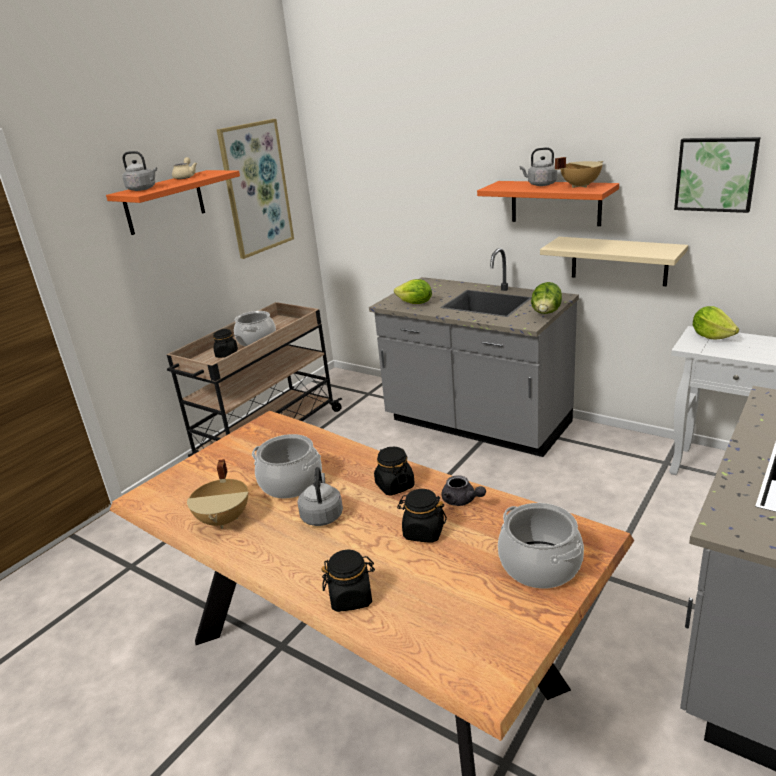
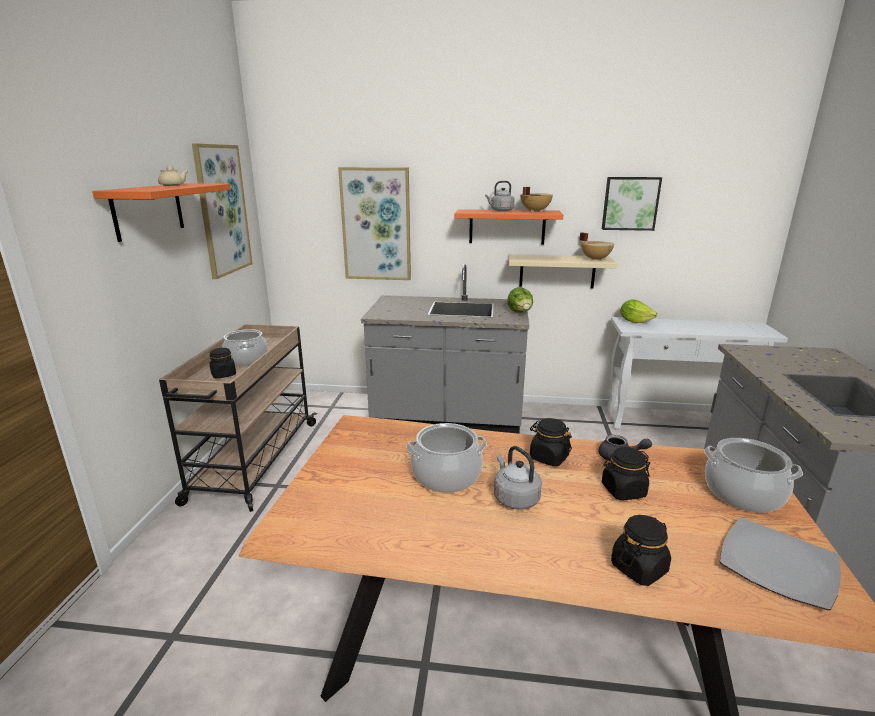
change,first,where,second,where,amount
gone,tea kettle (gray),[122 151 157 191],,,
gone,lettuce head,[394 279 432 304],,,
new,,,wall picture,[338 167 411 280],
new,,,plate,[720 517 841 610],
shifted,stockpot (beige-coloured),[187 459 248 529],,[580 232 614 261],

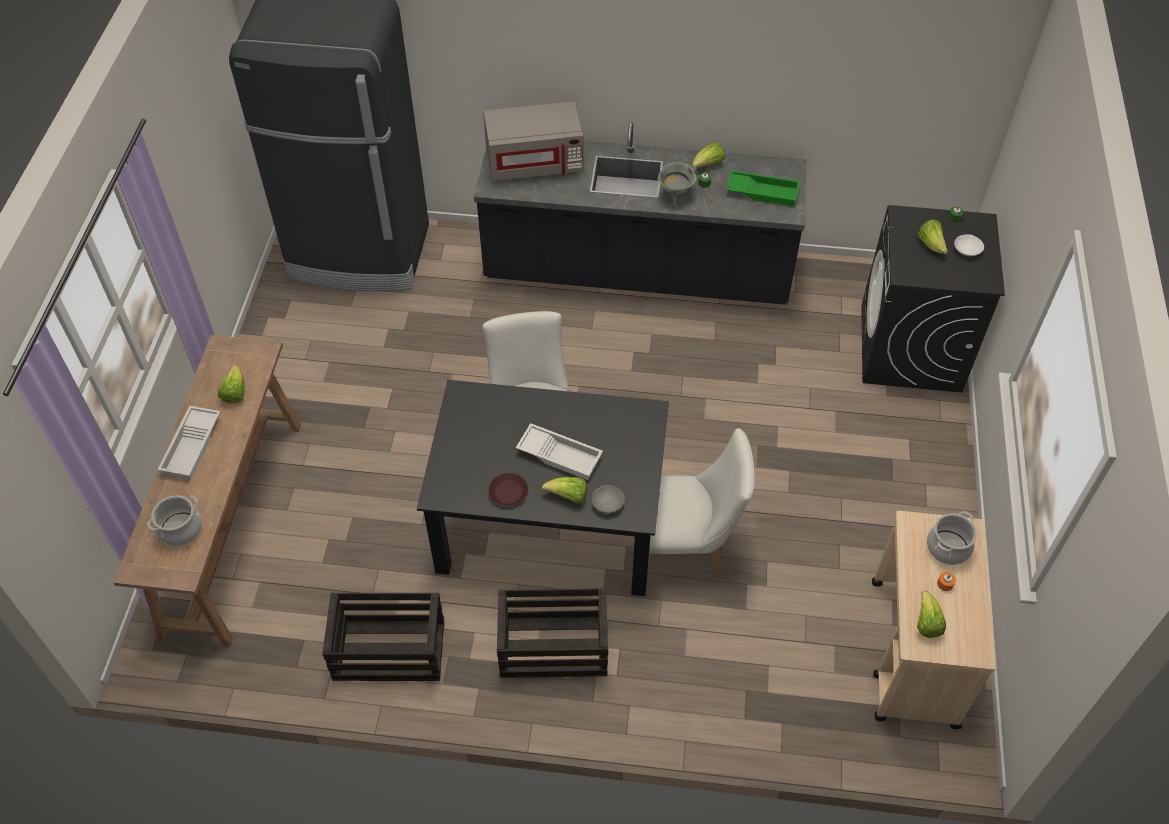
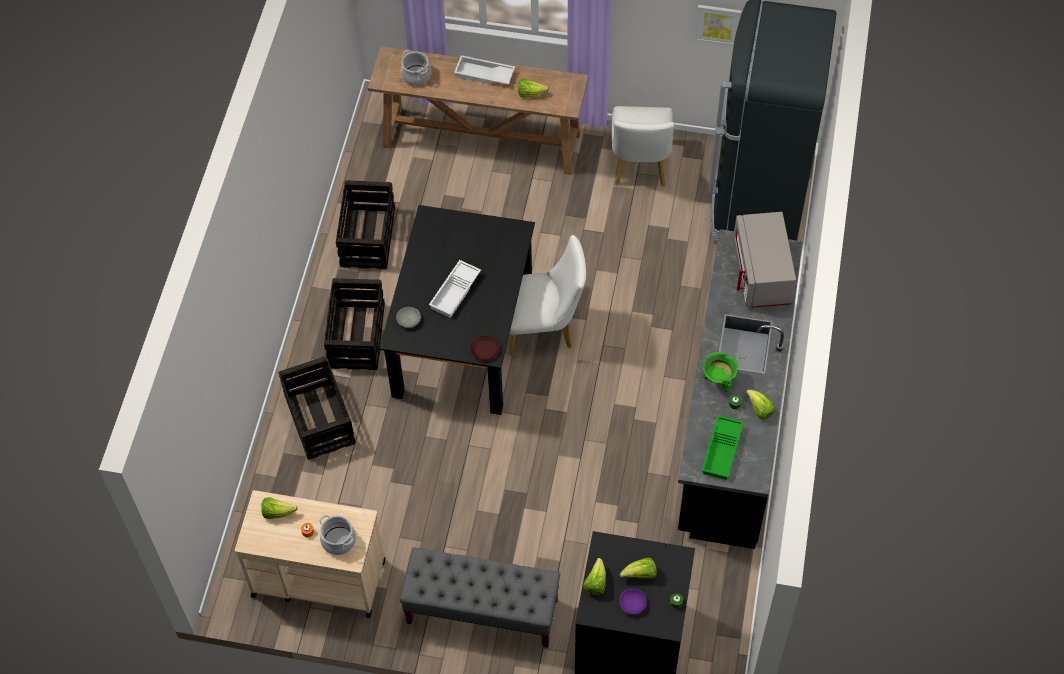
change,first,where,second,where,amount
new,,,packing crate,[278 356 356 460],
new,,,indoor bench (gray),[400 547 560 648],
new,,,wall picture,[695 5 742 46],
shifted,plate (brown),[489 473 528 506],,[470 335 500 361],
shifted,lettuce head,[542 477 587 503],,[583 558 606 595],
shifted,plain chair (whitish),[648 428 755 577],,[612 106 675 187],
repainted,stockpot (gray),[658 162 698 207],stockpot (green-coloured),[702 352 738 392],
repainted,deep dish (whitish),[954 234 984 256],deep dish (purplish),[619 589 647 615],

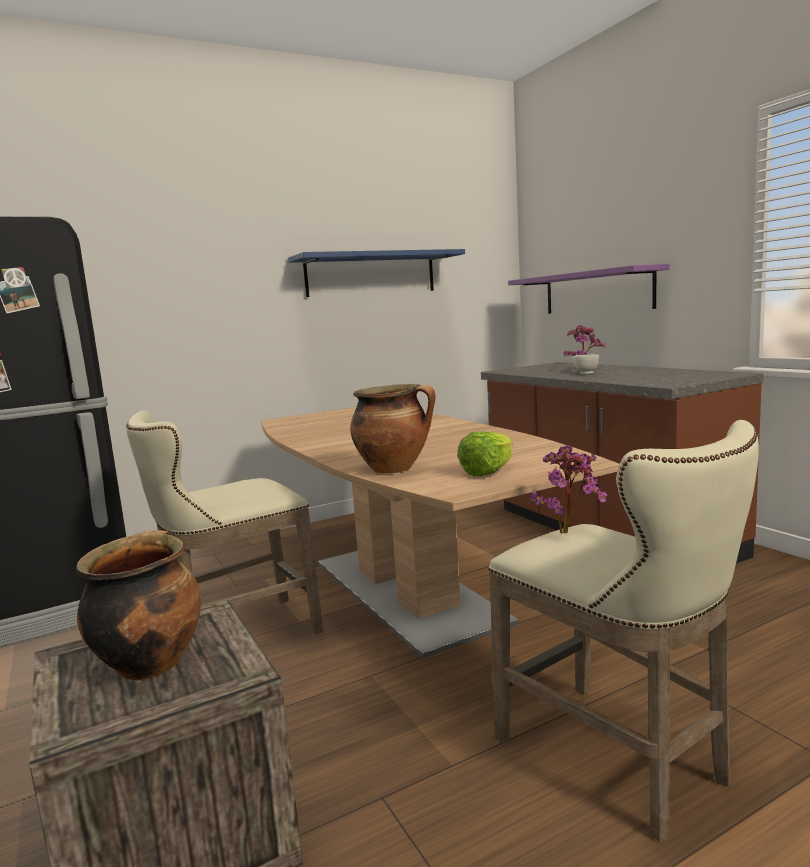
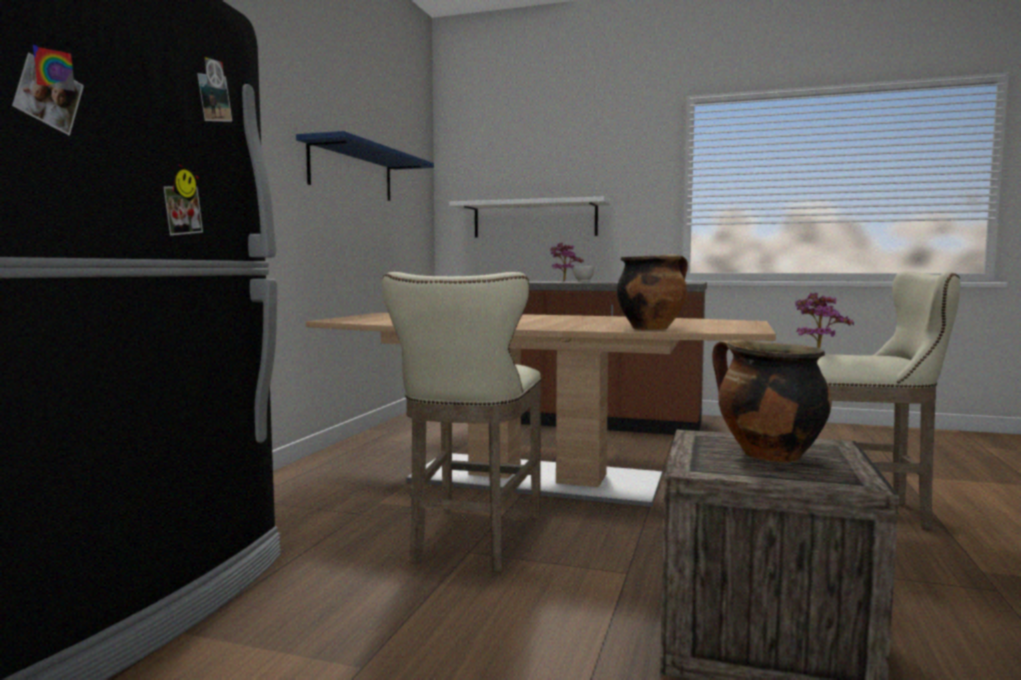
change,first,where,second,where,amount
gone,lettuce head,[457 432 513 477],,,
repainted,shelf (purplish),[508 264 670 314],shelf (whitish),[449 197 611 238],

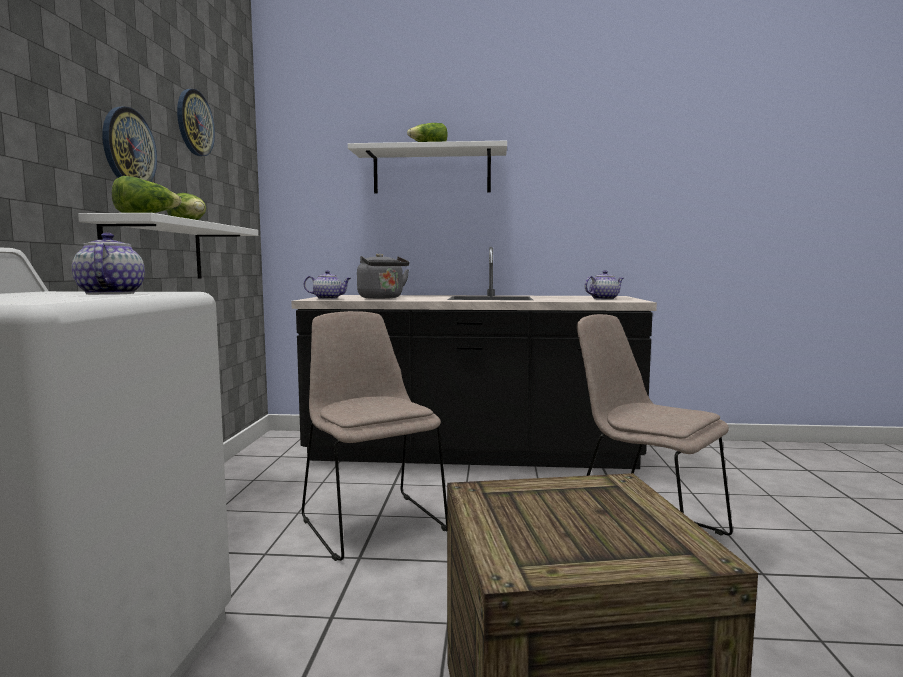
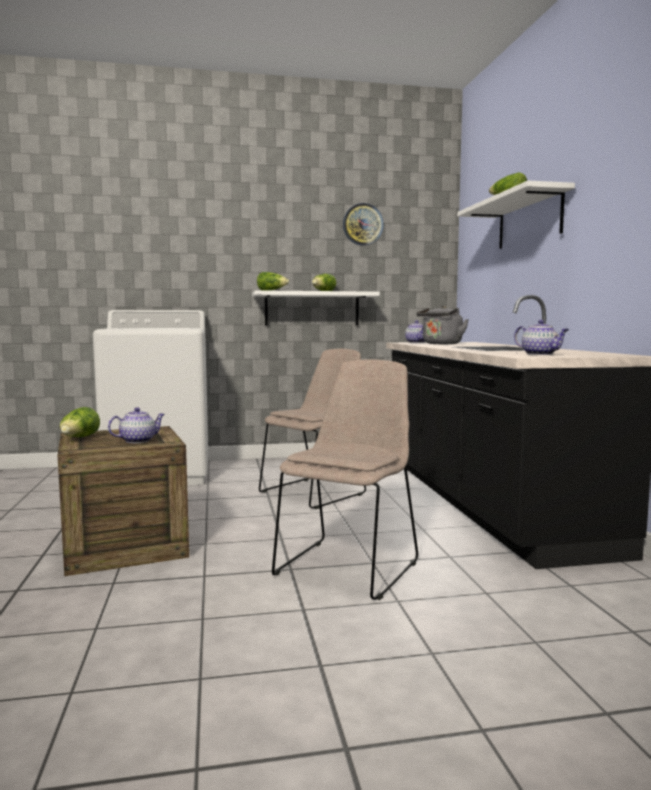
change,first,where,second,where,amount
gone,wall clock,[102 107 157 182],,,
new,,,lettuce head,[60 407 100 437],
shifted,tea pot,[72 233 145 295],,[108 407 165 443],

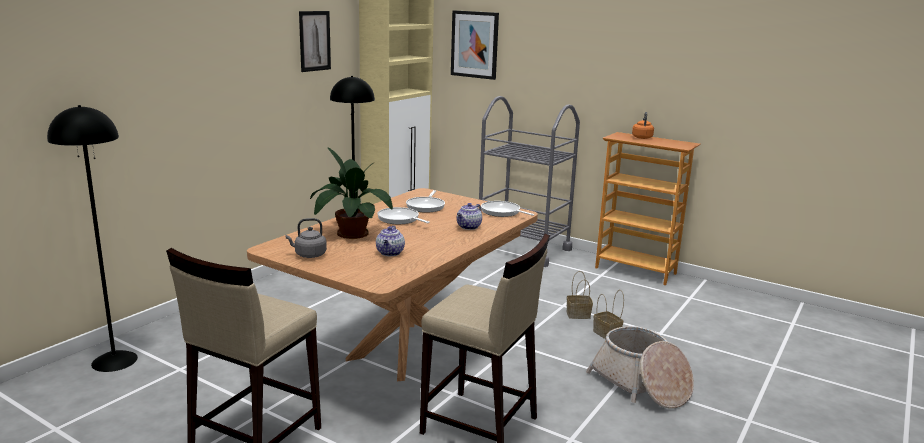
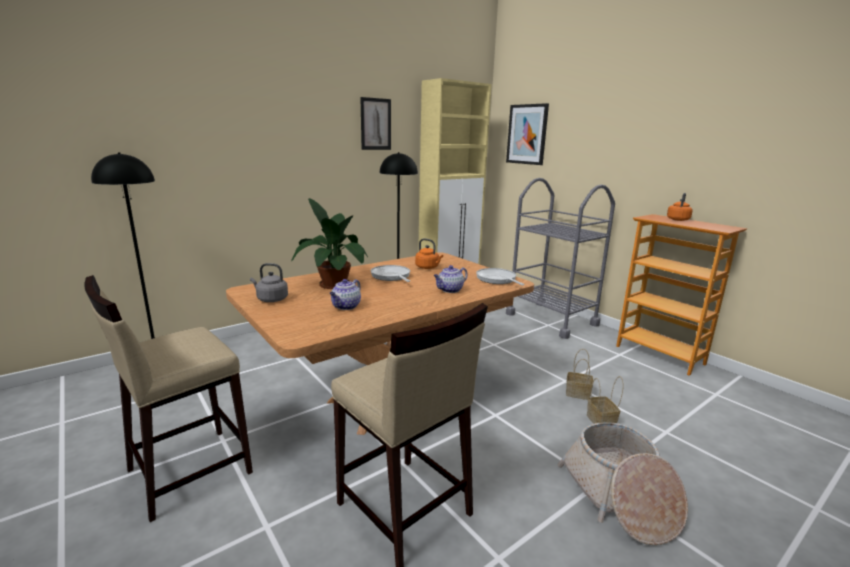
change,first,where,second,where,amount
swapped,frying pan,[406 190 445 213],tea kettle (orange),[415 238 443 269],

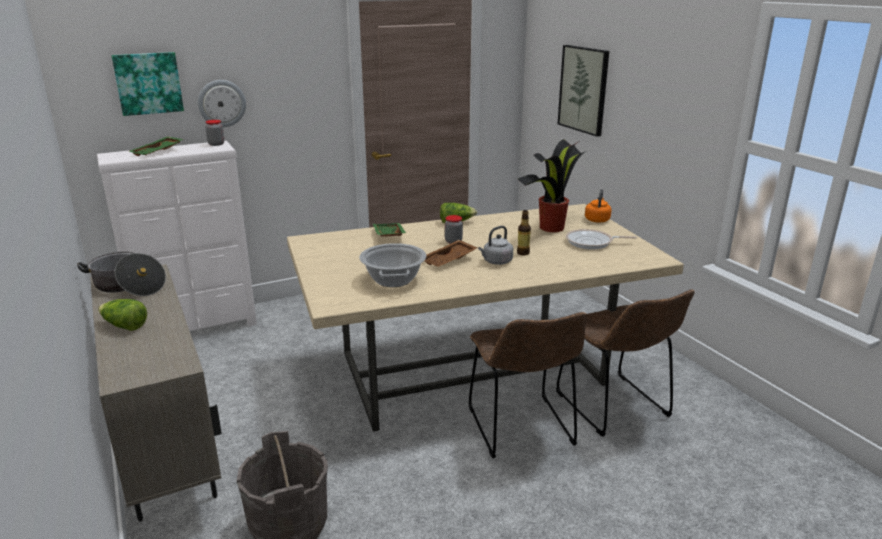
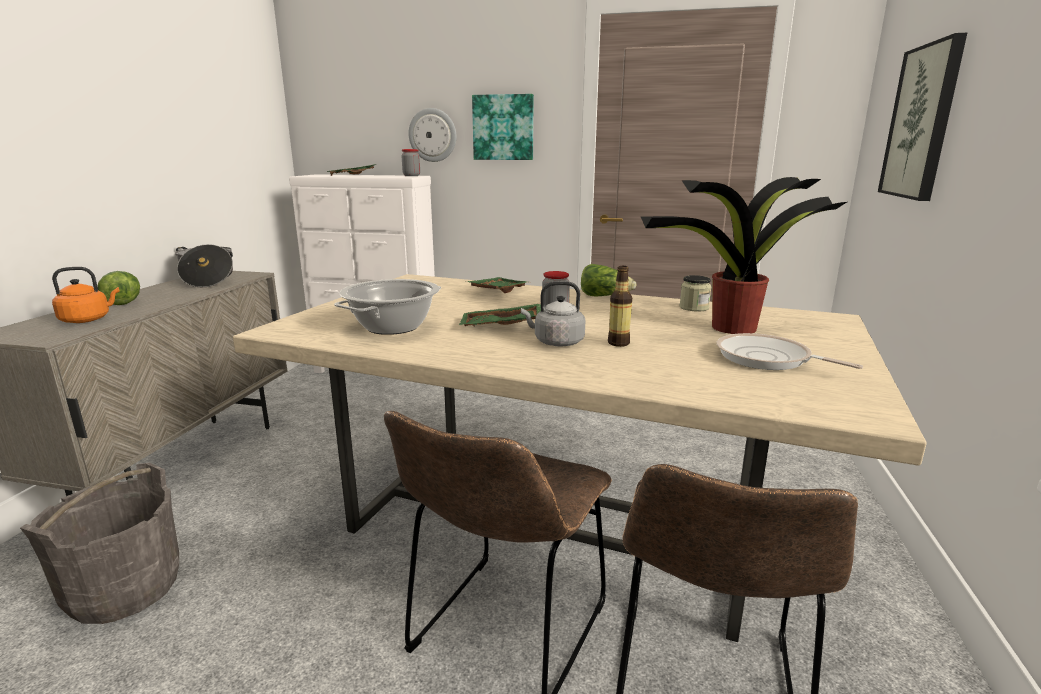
change,first,where,second,where,amount
new,,,preserve jar,[680 275 711 312],
shifted,wall picture,[112 52 184 116],,[472 94 534 160],
shifted,tea kettle (orange),[585 189 612 222],,[52 267 120 323],
repainted,tray (brown),[424 240 477 267],tray (green-coloured),[459 303 541 327],

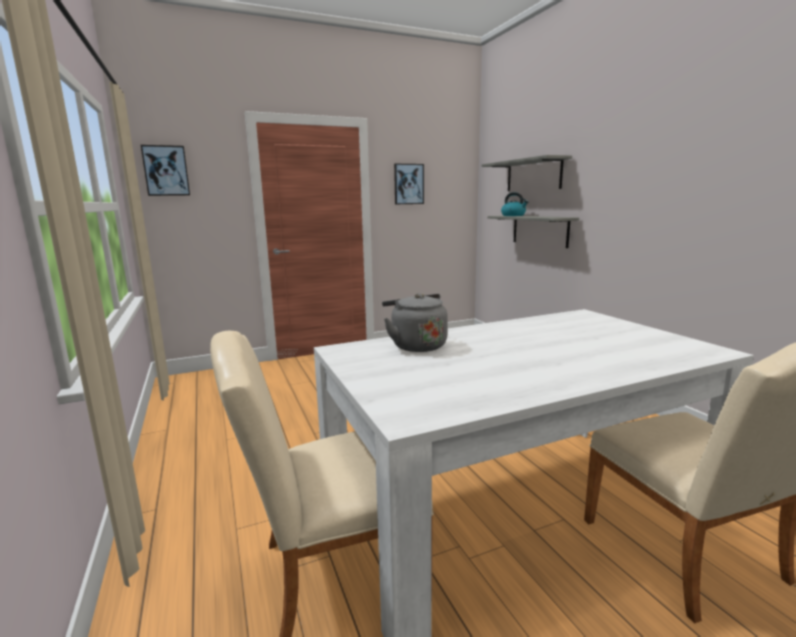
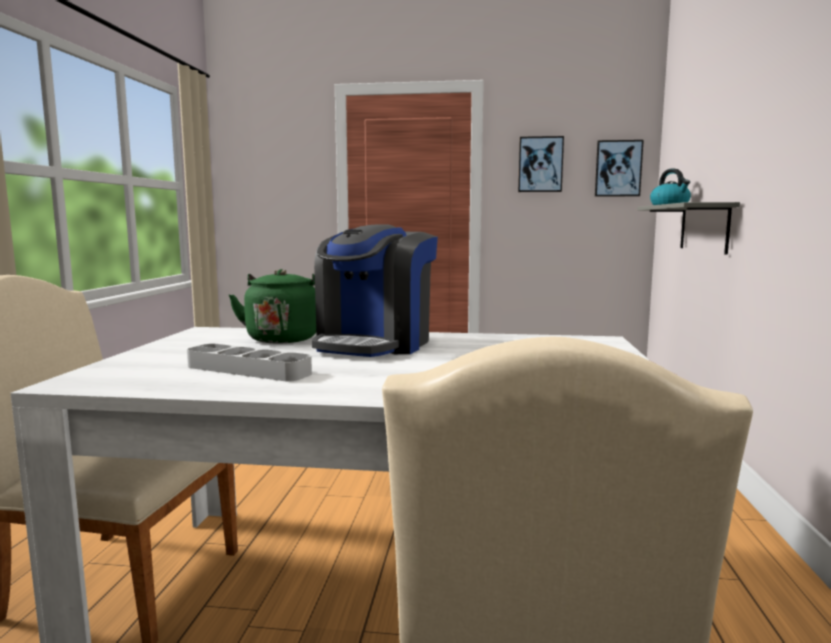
change,first,where,second,where,amount
gone,shelf (gray),[482 155 572 191],,,
new,,,tray (gray),[187 344 312 382],
new,,,coffee brewer,[312 224 438 357],
shifted,wall picture,[141 145 190 196],,[595 140 644 197],
repainted,tea kettle (gray),[382 293 448 352],tea kettle (green-coloured),[229 269 316 343],

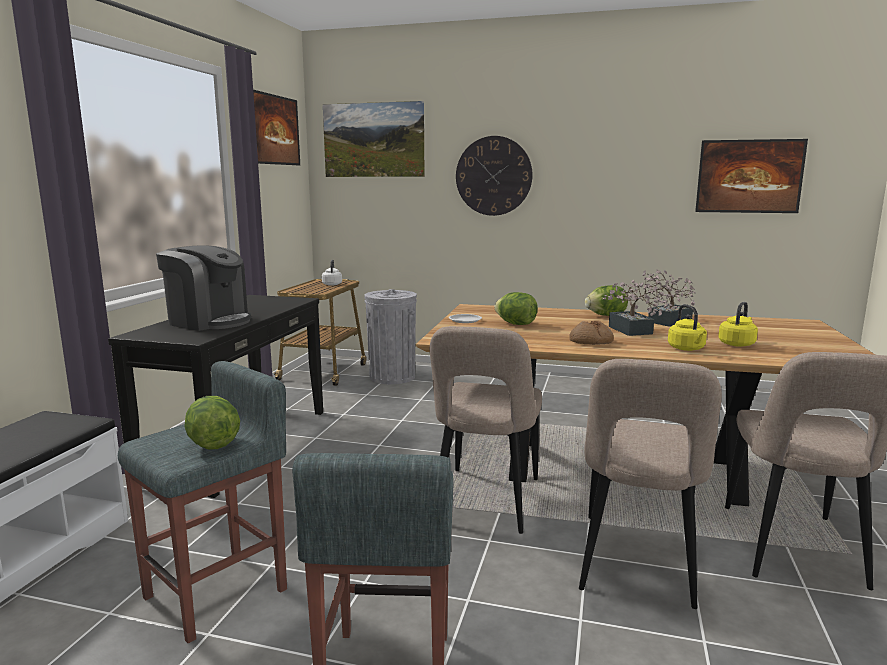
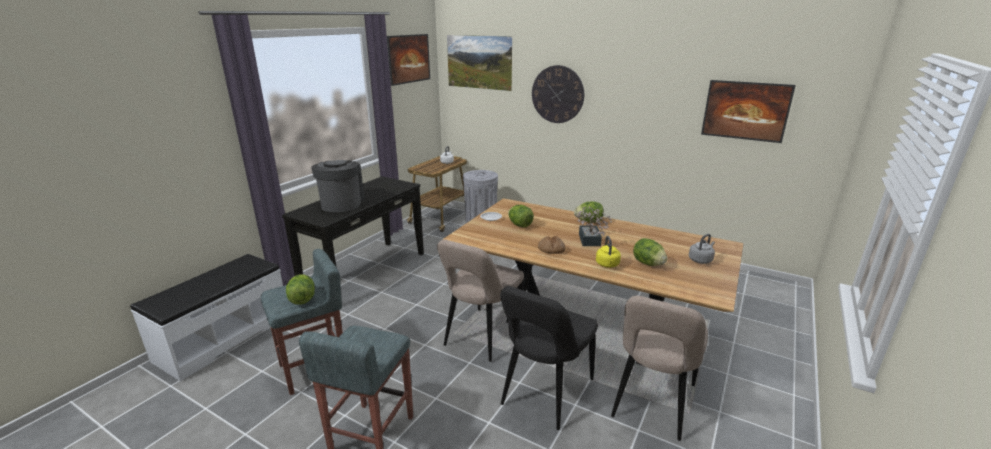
change,first,where,second,where,amount
gone,plant in a pot,[639 270 696 327],,,
new,,,tea kettle (gray),[689 234 715 264],
swapped,tea kettle (yellow),[718 302 758 347],lettuce head,[633 238 667 266],
repainted,plain chair (beige-coloured),[579 359 722 609],plain chair (blackish),[500 286 598 430],
rotated,coffee brewer,[156 245 251 331],,[311 160 364 212],135 degrees counterclockwise

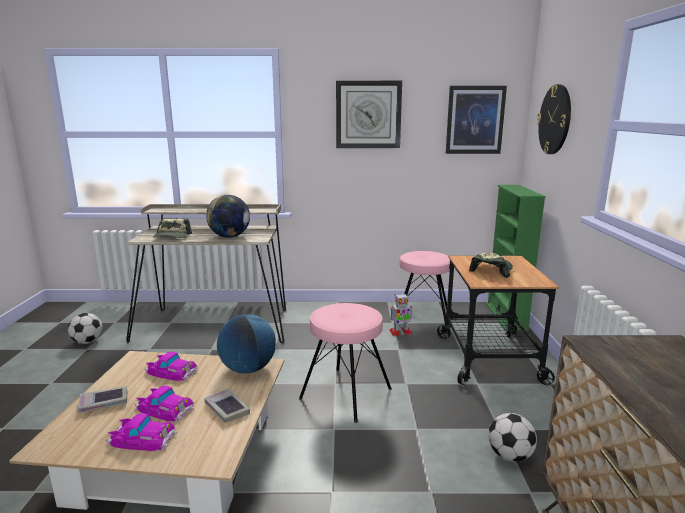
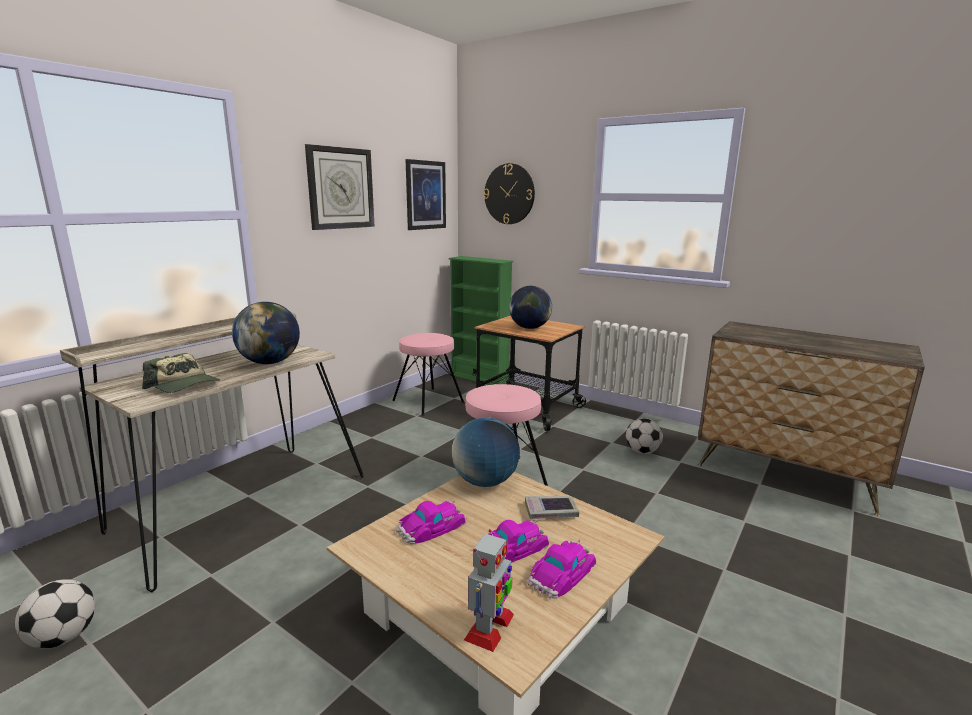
change,first,where,second,where,amount
gone,volume,[78 386 128 413],,,
shifted,toy robot,[390 293 412 336],,[464 529 514 652],
swapped,cap,[469 253 513 278],desk globe,[509 286 552 329],

